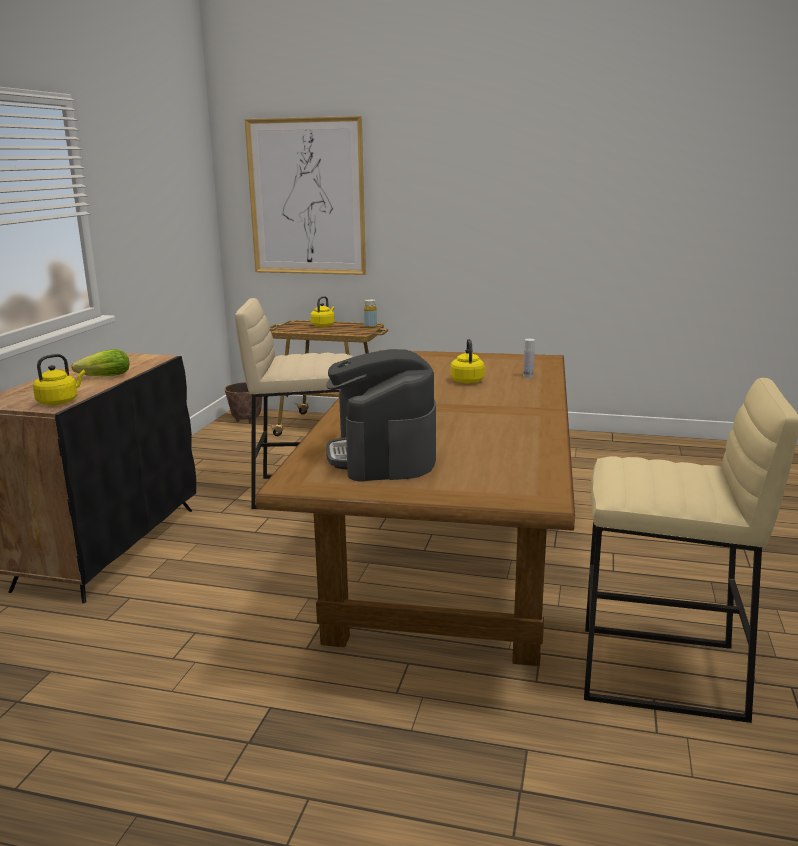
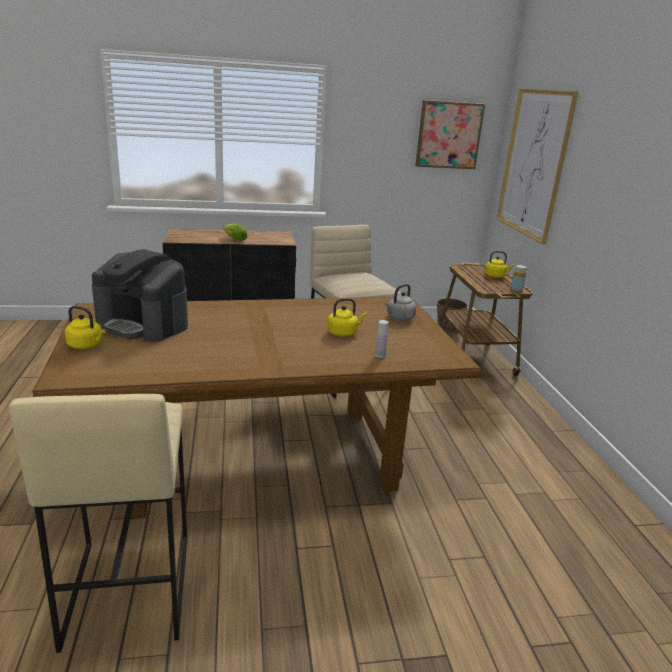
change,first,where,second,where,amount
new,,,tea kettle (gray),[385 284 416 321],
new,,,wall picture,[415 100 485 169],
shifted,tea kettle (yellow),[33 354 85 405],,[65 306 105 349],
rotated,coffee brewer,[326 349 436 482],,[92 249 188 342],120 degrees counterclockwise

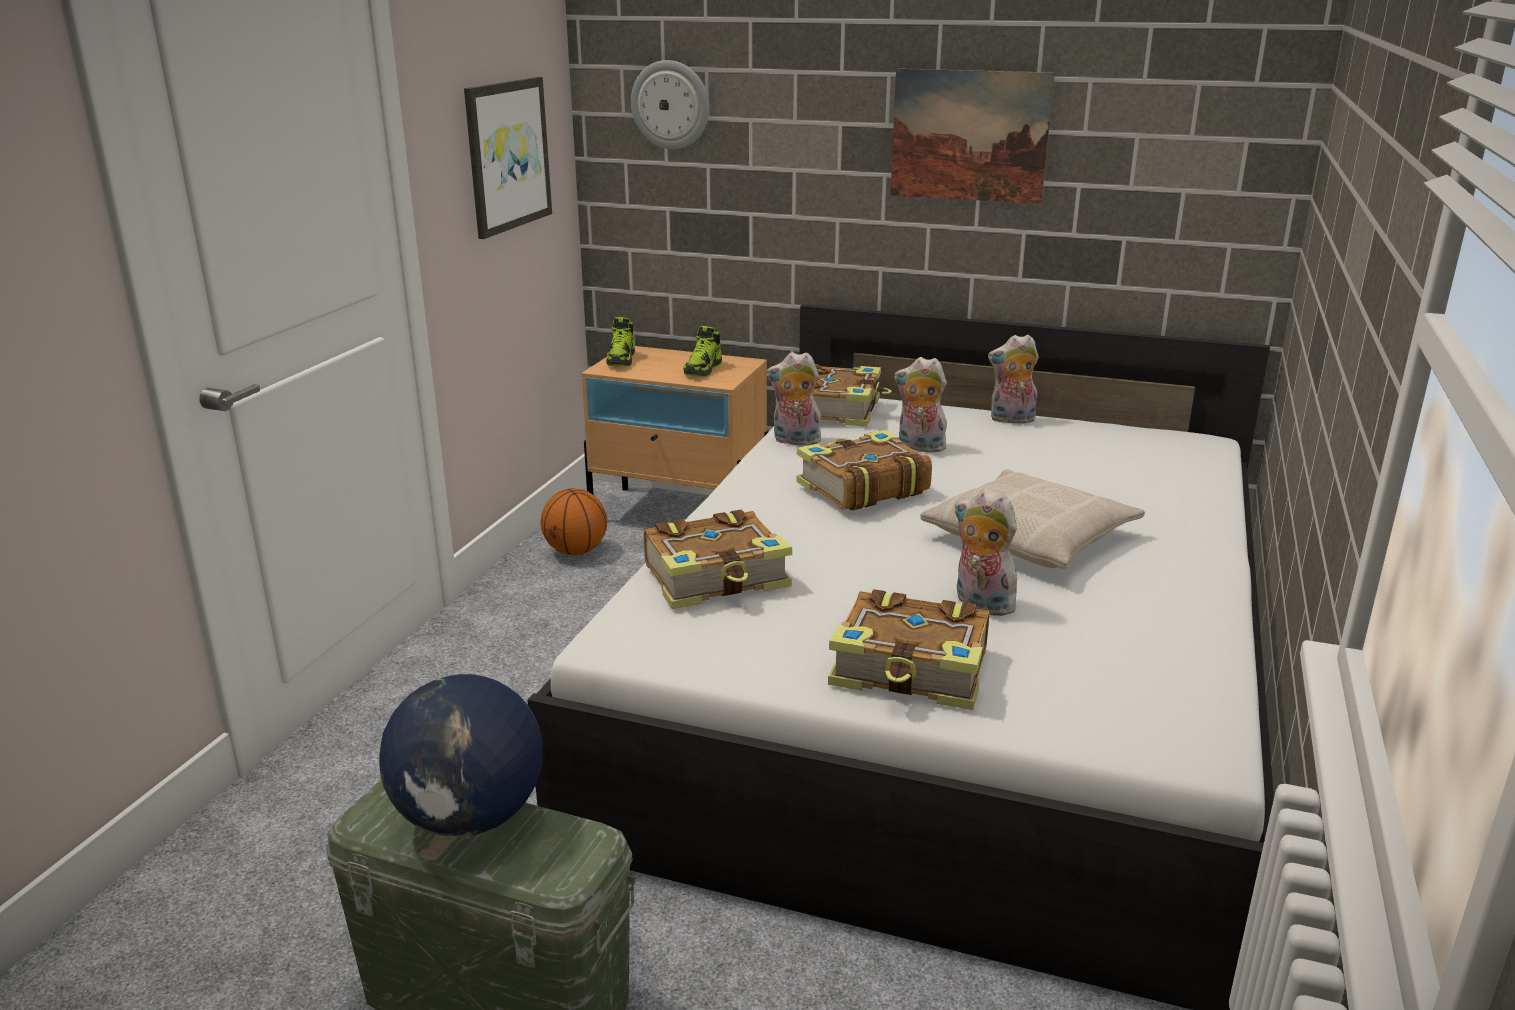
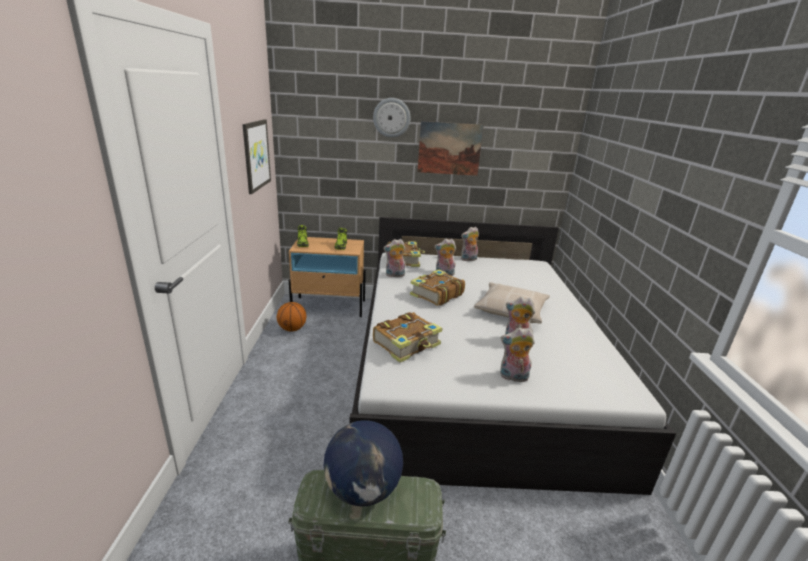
change,first,where,second,where,amount
shifted,wall clock,[631 60 709 149],,[373 98 411 138],
swapped,volume,[828 589 990 710],soft toy,[500 327 535 382],

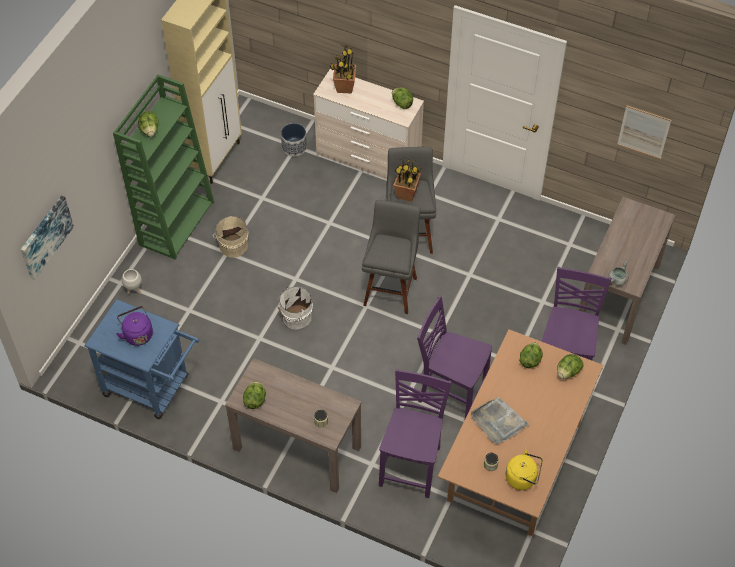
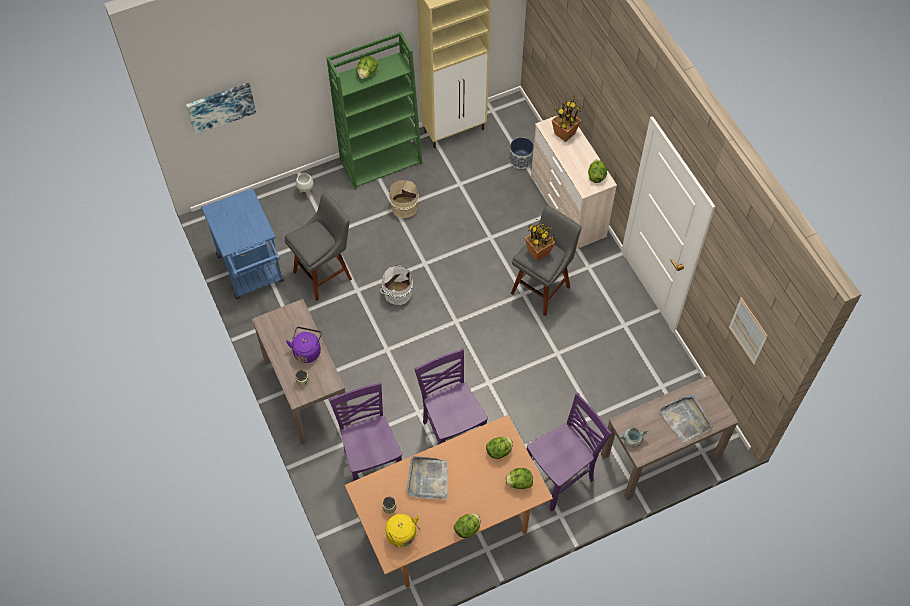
change,first,where,second,where,amount
new,,,tray (gray),[659 395 712 442],
shifted,tea kettle (purplish),[116 306 153 346],,[286 327 322 363],
shifted,lettuce head,[243 381 266 409],,[454 513 480 538],
shifted,stool seat (gray),[362 200 420 314],,[284 192 352 301],
rotated,plain chair (purplish),[379 369 452 498],,[329 382 402 481],75 degrees counterclockwise

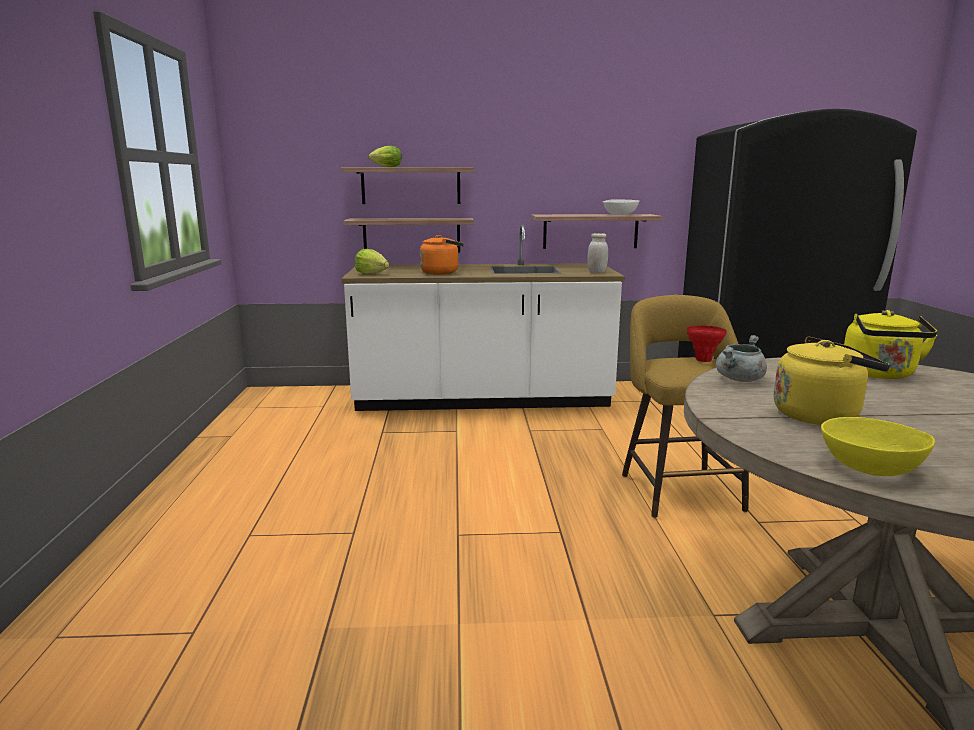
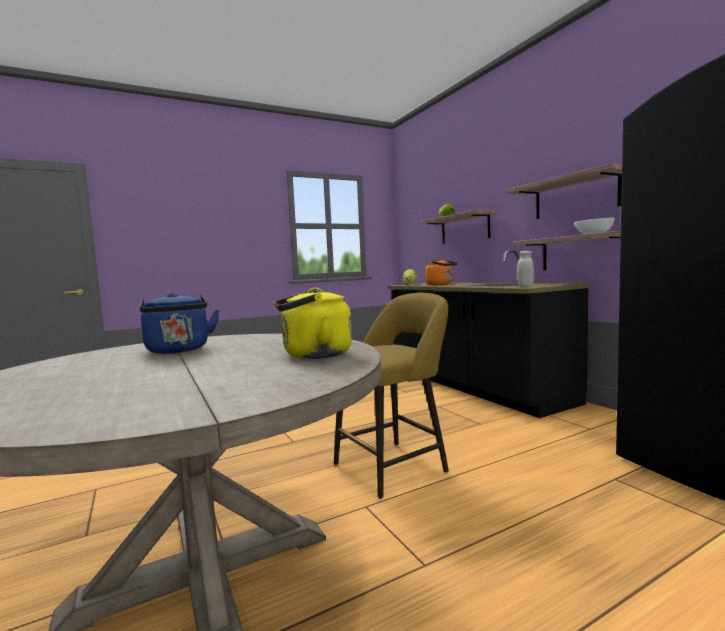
change,first,where,second,where,amount
gone,flower vase (red),[687 326 727 362],,,
gone,stockpot (gray),[716 335 767 382],,,
gone,deep dish (yellow),[821 417 935 476],,,
shifted,shelf,[343 218 474 252],,[506 163 622 219],
repainted,kitchen base unit (whitish),[341 224 625 411],kitchen base unit (blackish),[387 249 590 418],
repainted,tea kettle (yellow),[774 337 890 425],tea kettle (blue),[140 292 220 354],

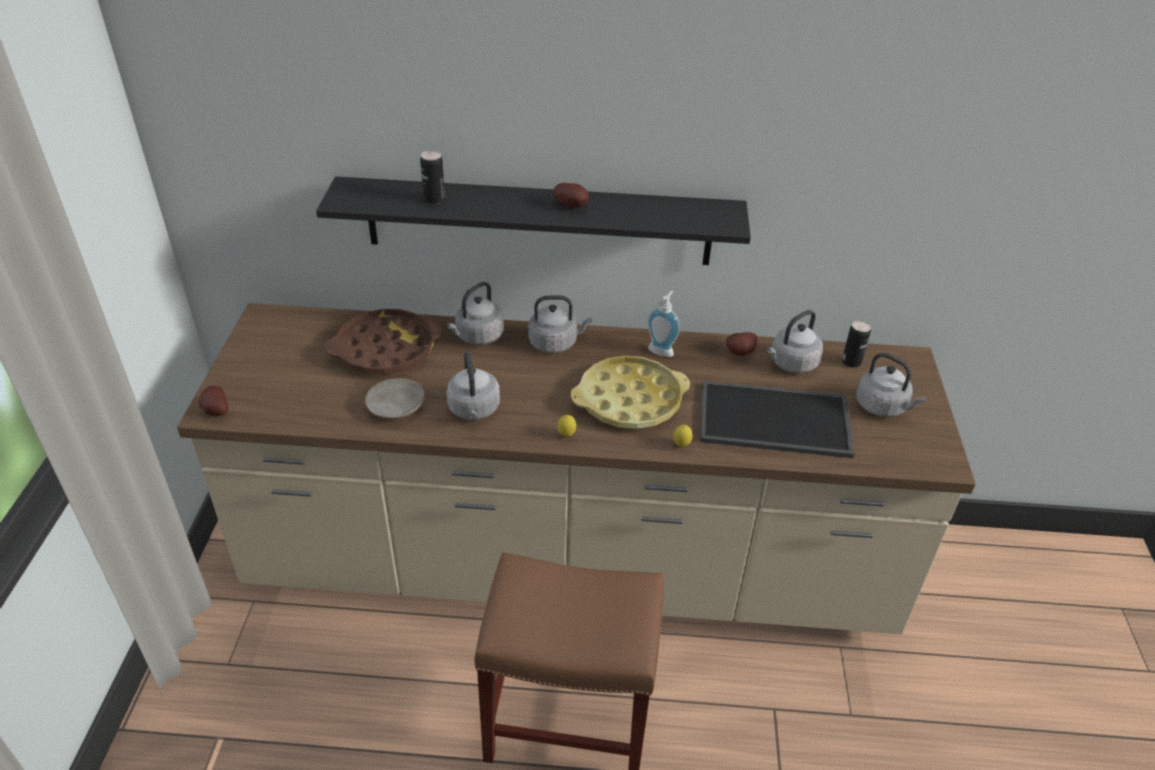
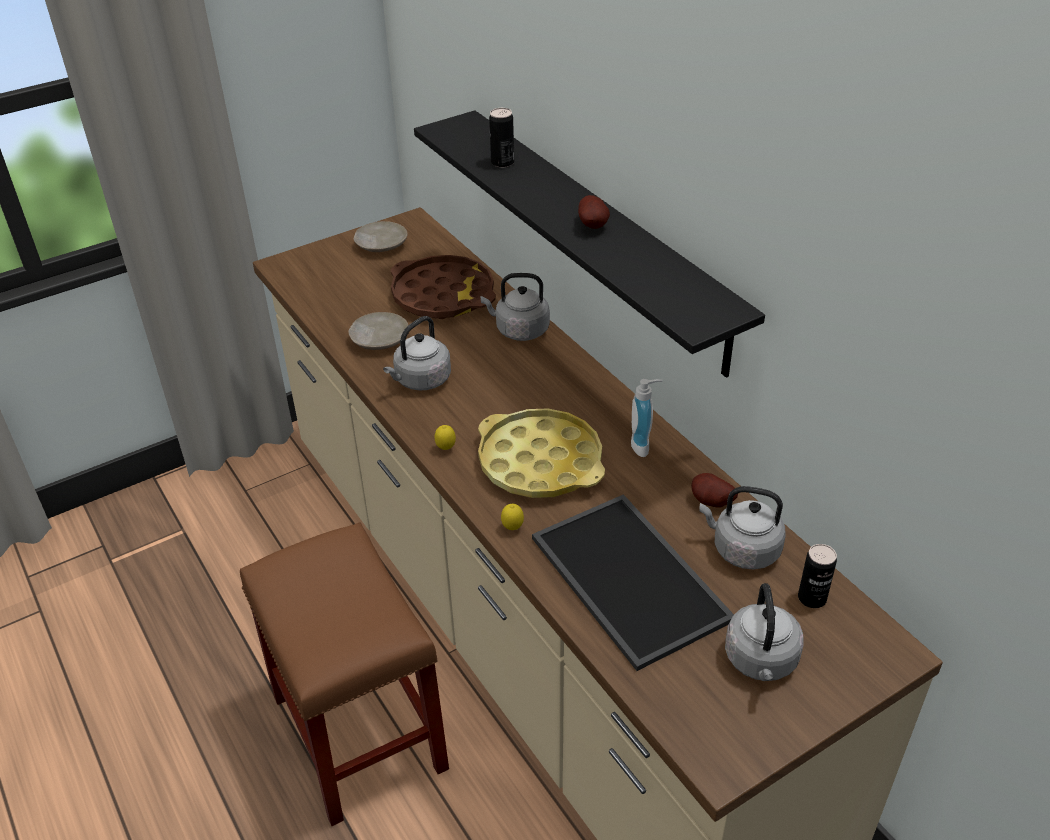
change,first,where,second,where,amount
gone,spud,[199 386 228 416],,,
gone,tea kettle (gray),[528 295 592 353],,,
new,,,plate (beige-coloured),[353 221 408 252],

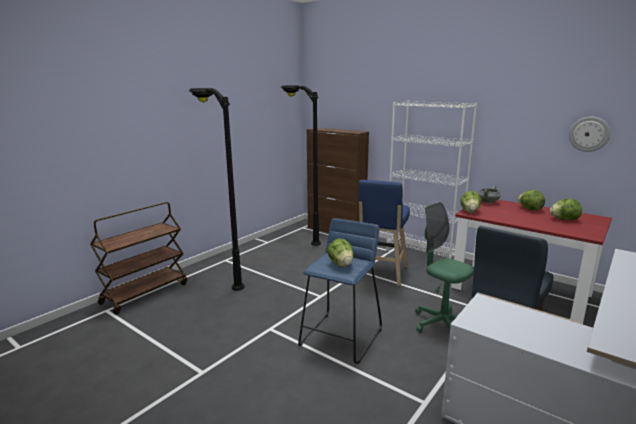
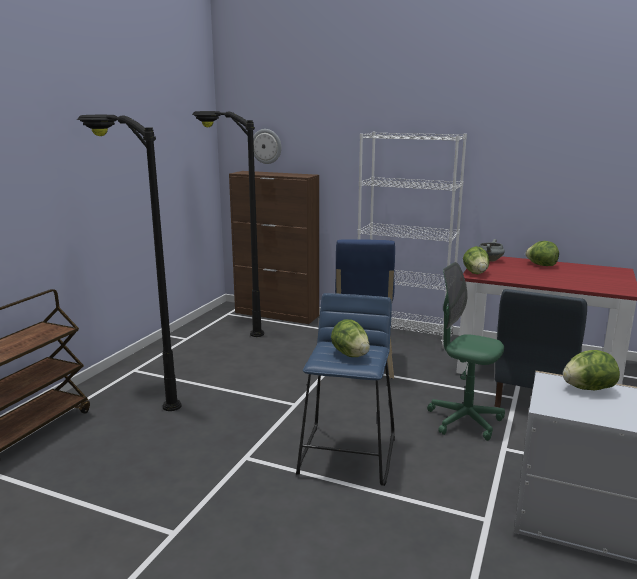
change,first,where,second,where,amount
shifted,lettuce head,[550 199 582 220],,[563 350 620 390],
shifted,wall clock,[569 117 610 152],,[253 129 281 164],

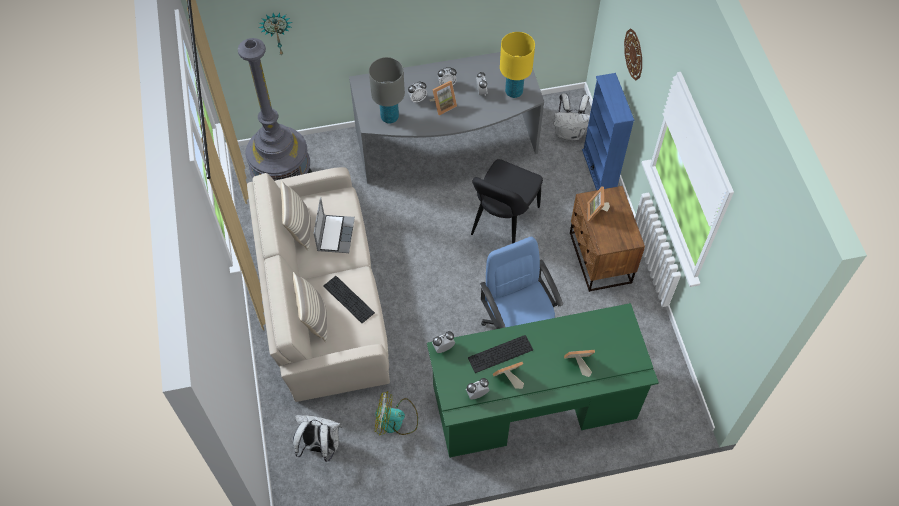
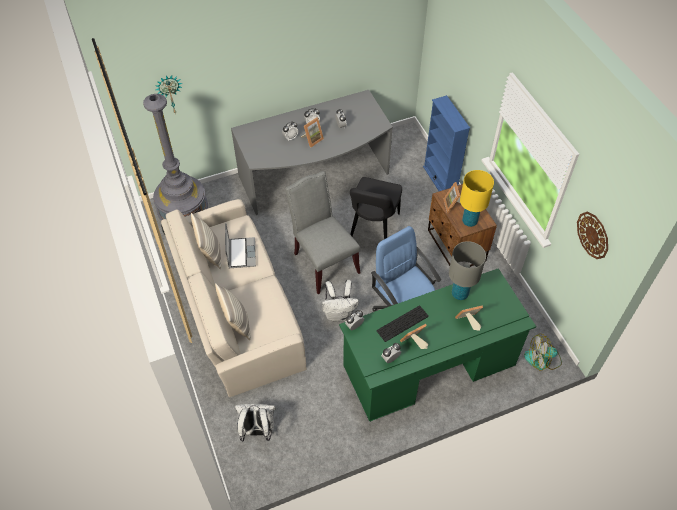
change,first,where,second,where,amount
gone,keyboard,[323 276 375 323],,,
new,,,plain chair (gray),[285 171 361 294],
shifted,lamp for a table (gray),[369 57 405 124],,[449 241 486 300],
shifted,fan,[375 391 418 435],,[524 334 562 371],
shifted,lamp for a table (yellow),[500 32 535 98],,[460 170 494 227],
shifted,rucksack (whitish),[553 93 590 140],,[322 280 359 321],
shifted,wall clock,[624 29 642 81],,[577 211 608 259],

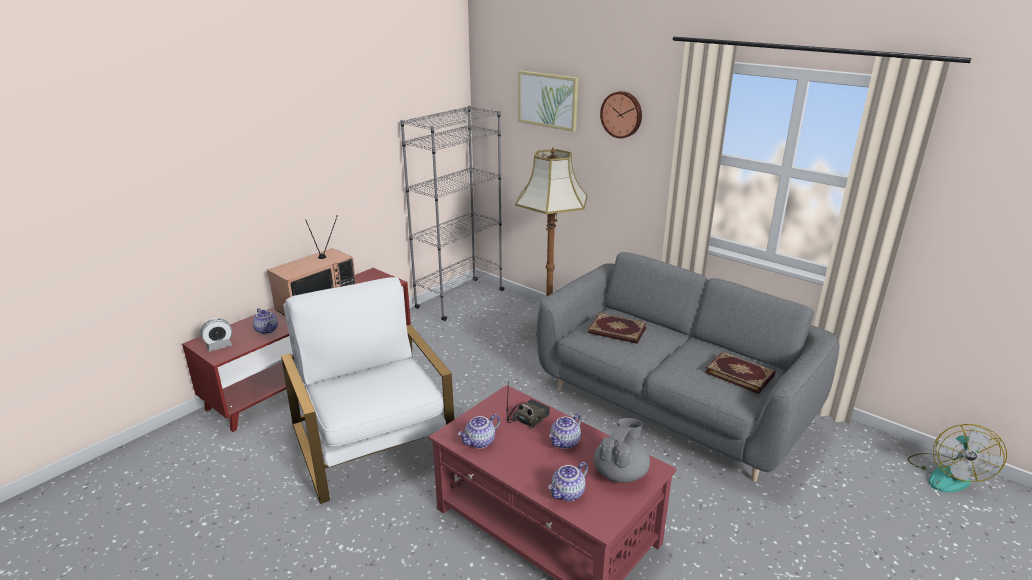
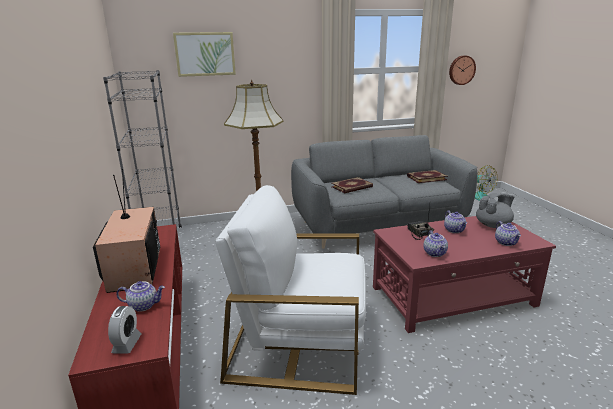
change,first,where,second,where,amount
shifted,wall clock,[600 91 642 138],,[449 56 476 85],
rotated,tea pot (gray),[593 418 650 483],,[476 193 515 228],90 degrees clockwise

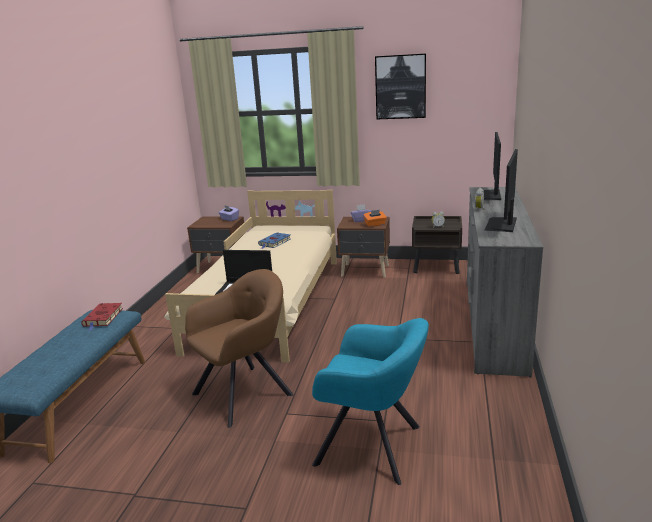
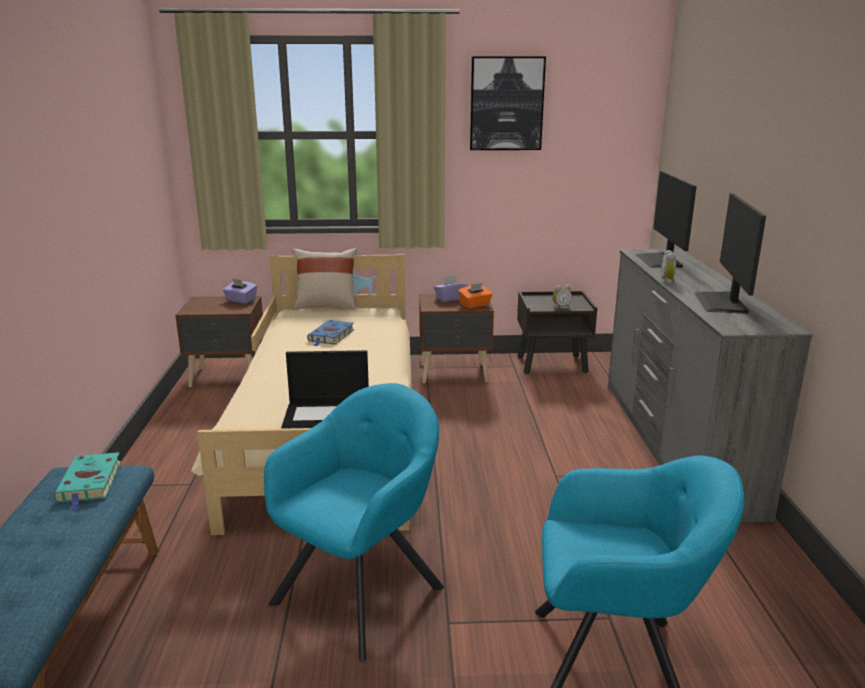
change,first,where,second,where,amount
new,,,pillow (beige-coloured),[293 248 357 310],
repainted,volume (red),[81 303 123 330],volume (blue-green),[54 452 121 510],
repainted,armchair (brown),[185 269 294 428],armchair (blue-green),[264 383 444 662],

